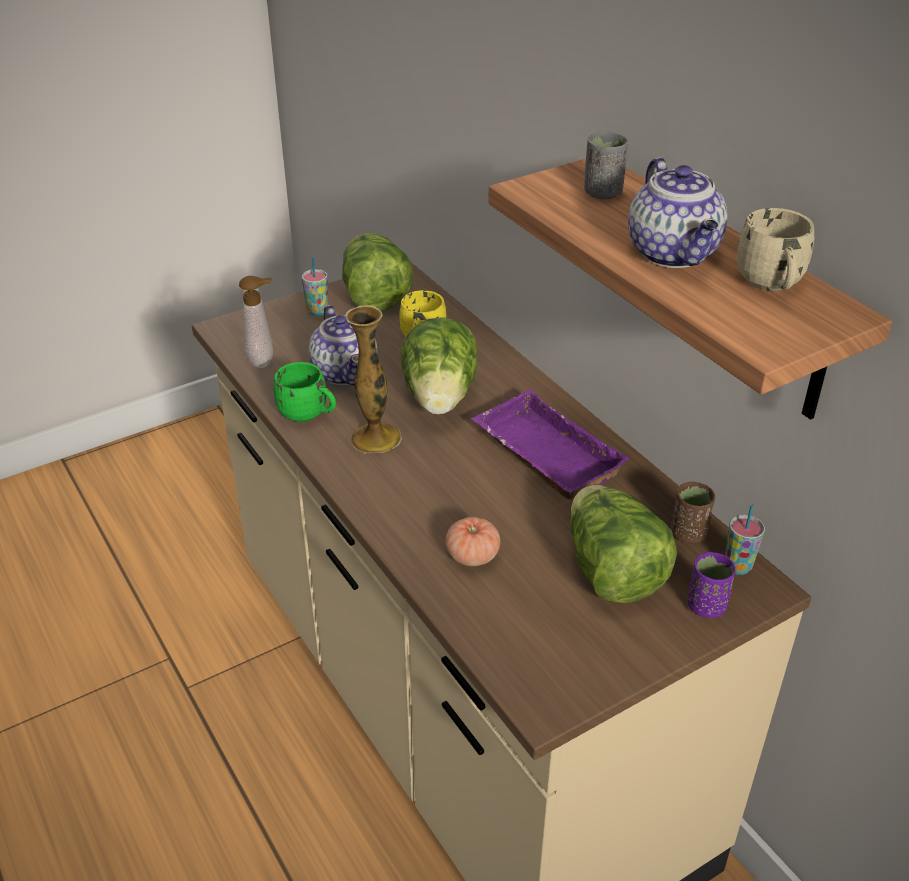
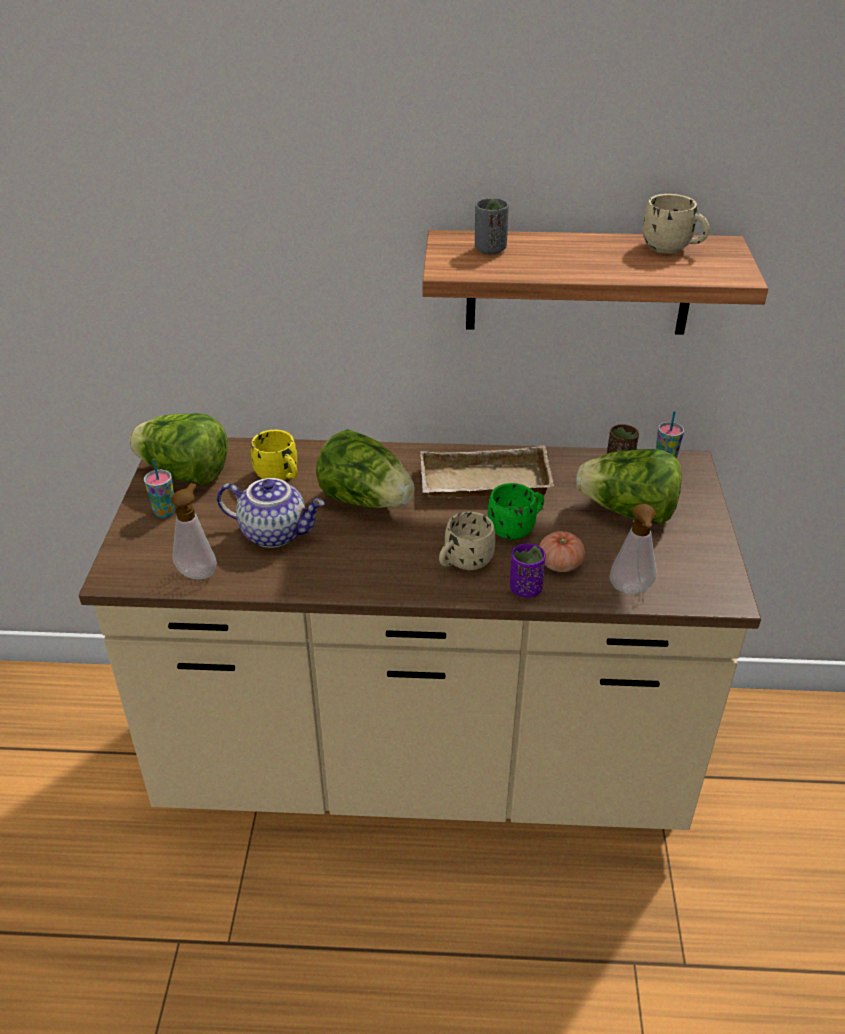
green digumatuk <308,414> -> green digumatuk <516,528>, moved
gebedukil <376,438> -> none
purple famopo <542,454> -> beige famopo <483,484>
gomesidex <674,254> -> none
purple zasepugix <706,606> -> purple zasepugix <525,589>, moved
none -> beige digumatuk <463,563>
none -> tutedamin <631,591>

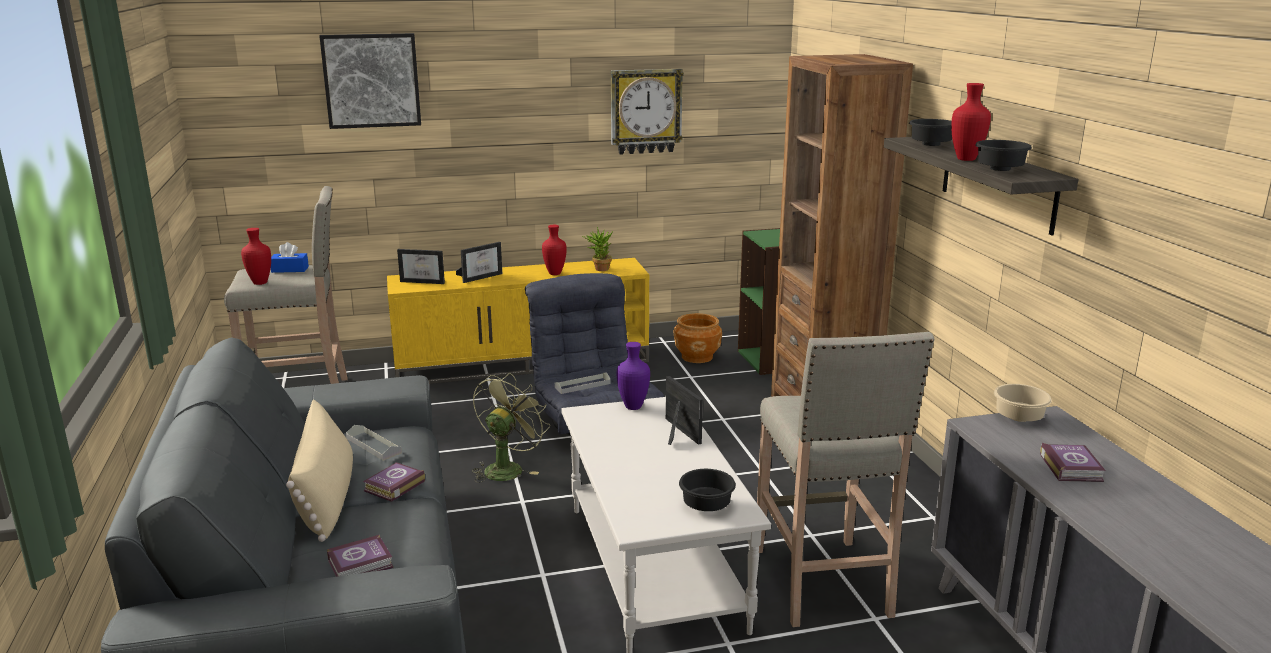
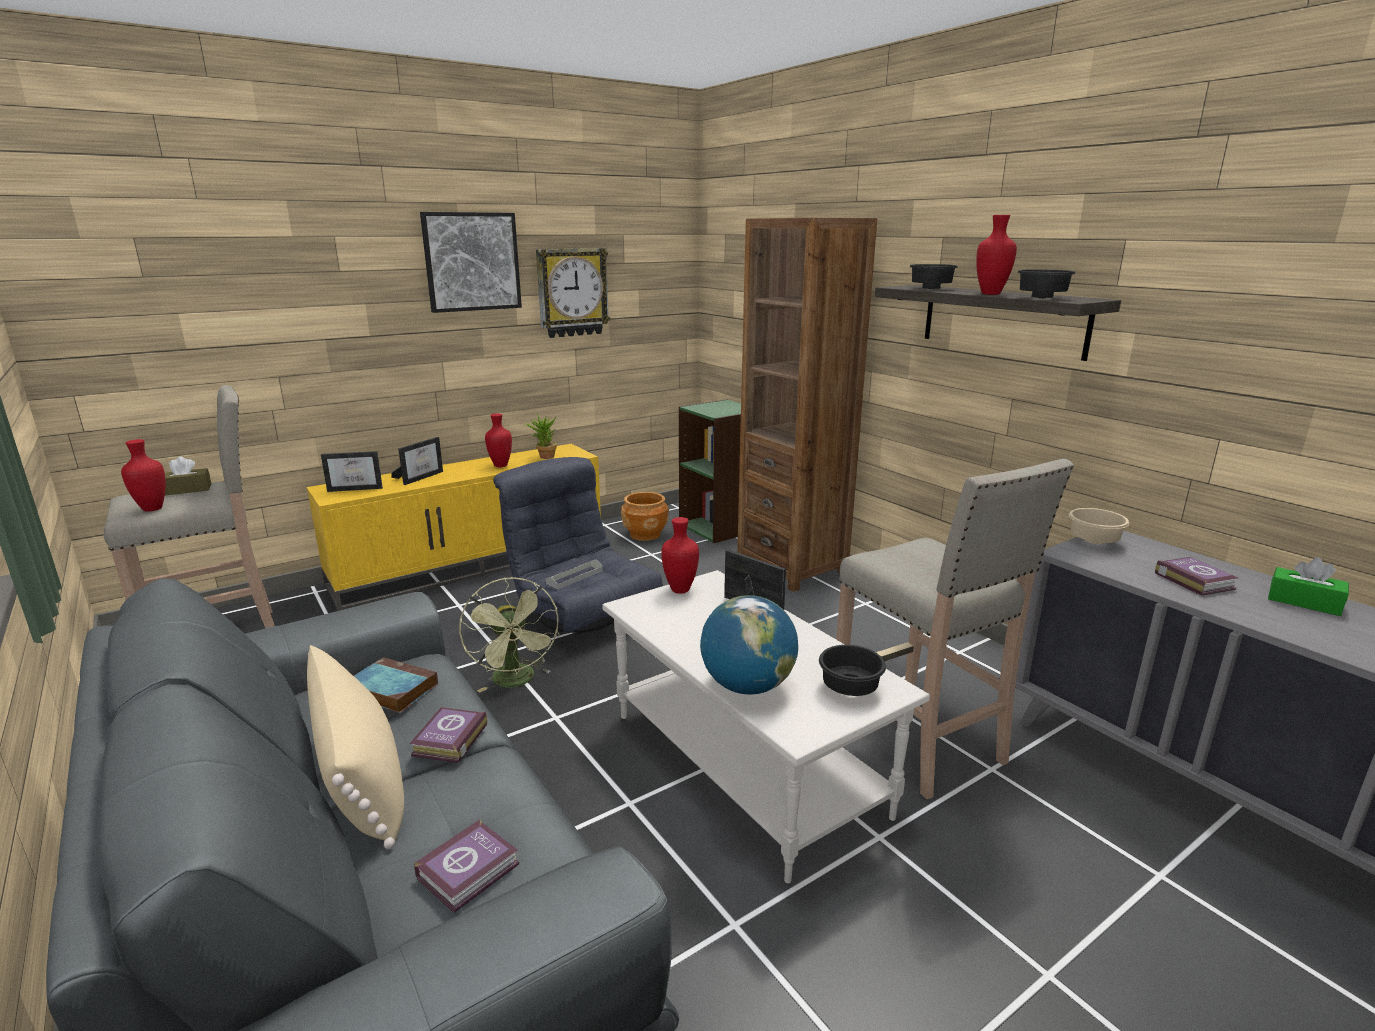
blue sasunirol <290,269> -> brown sasunirol <187,490>
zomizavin <371,80> -> zomizavin <472,262>, moved
grey famopo <373,445> -> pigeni <390,690>
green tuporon <507,468> -> green tuporon <517,681>, 150 degrees clockwise
purple gebedukil <632,407> -> red gebedukil <679,590>
none -> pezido <747,686>
none -> green sasunirol <1304,602>

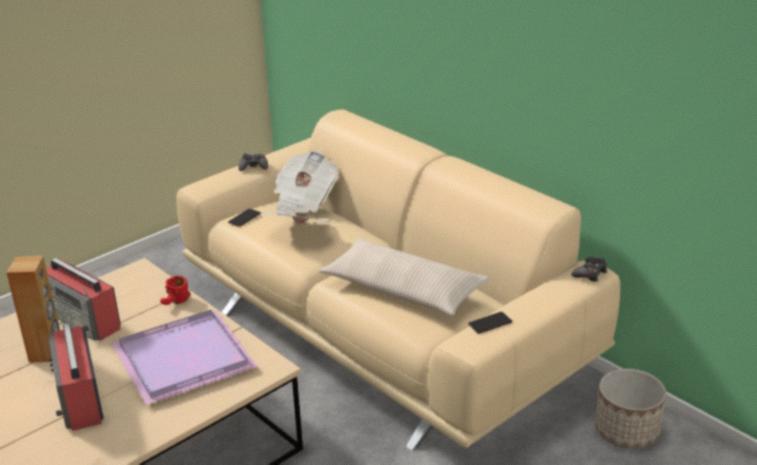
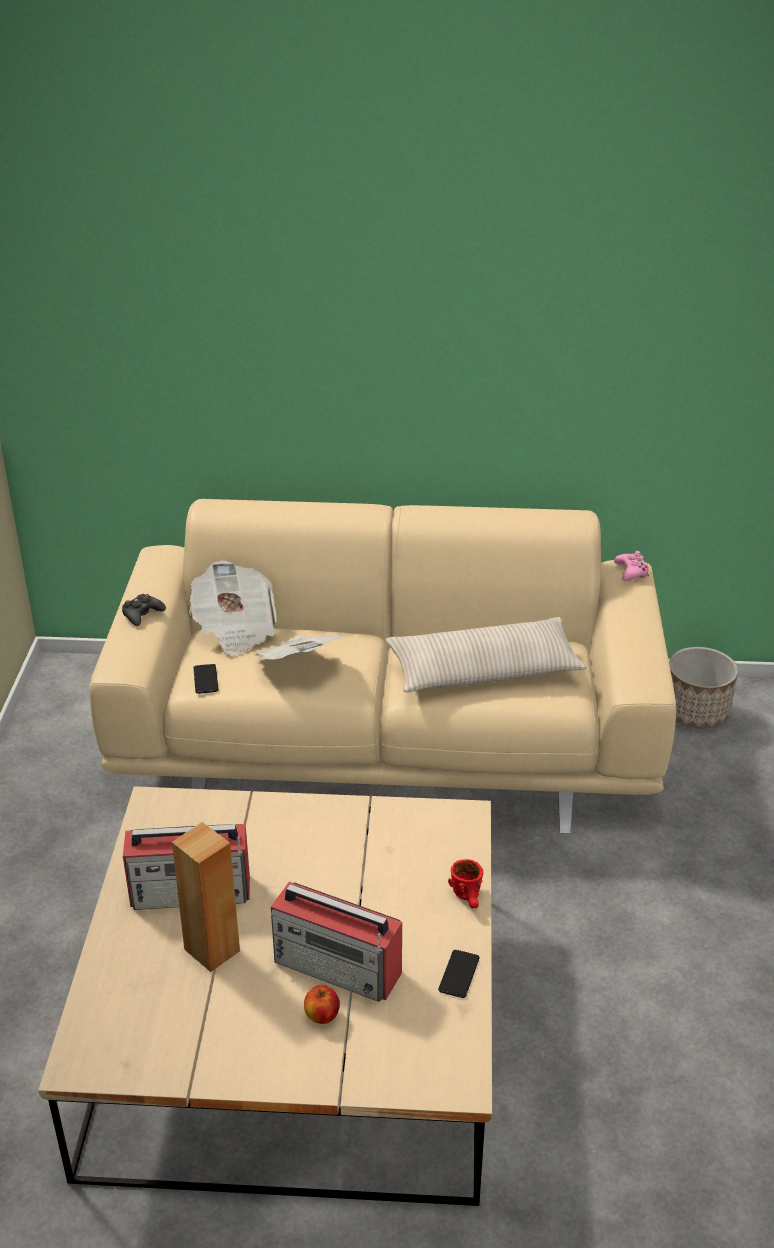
purple famopo <182,361> -> none
red digumatuk <176,303> -> red digumatuk <470,898>, moved
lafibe <490,323> -> lafibe <459,974>, moved
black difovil <590,273> -> pink difovil <631,572>
none -> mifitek <322,1016>

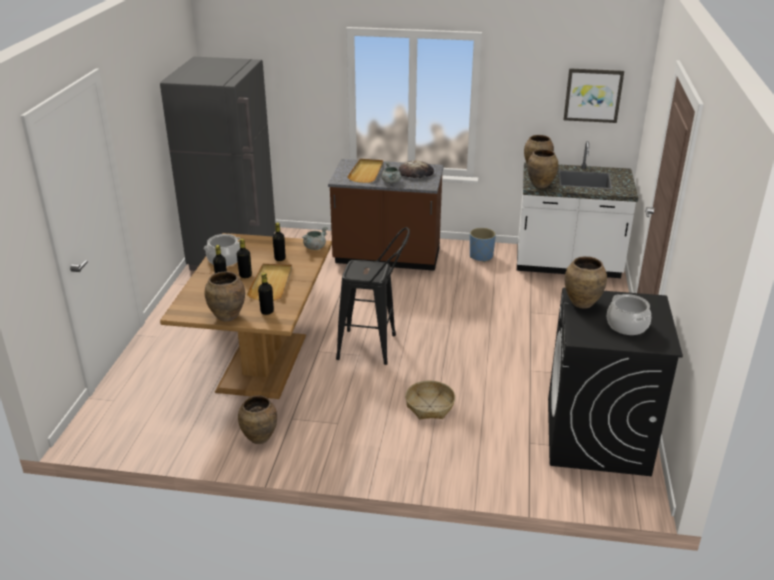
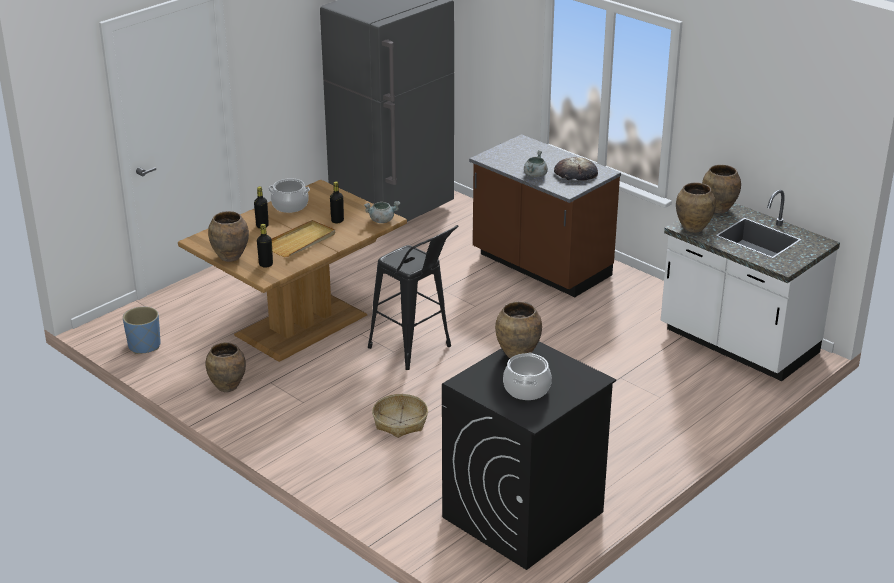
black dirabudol <245,275> -> none
beige famopo <366,172> -> none
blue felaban <481,256> -> blue felaban <144,346>, moved
zomizavin <593,95> -> none

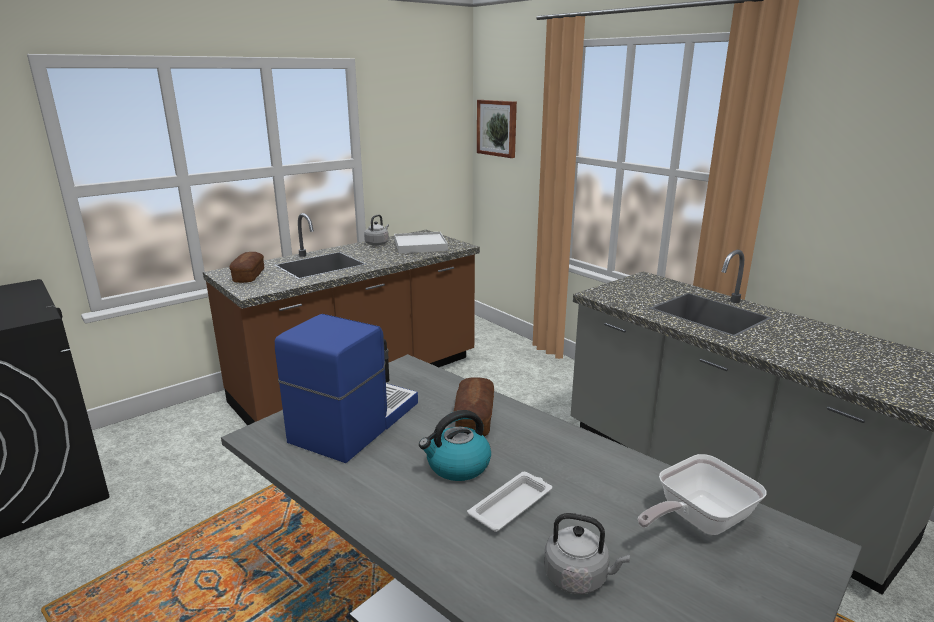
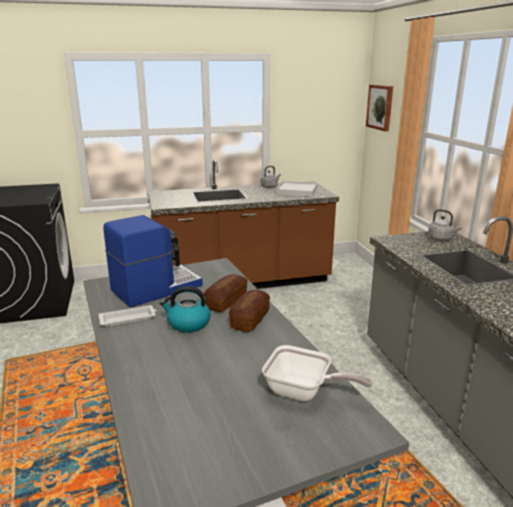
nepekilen <249,276> -> nepekilen <250,319>, moved
white famopo <512,505> -> white famopo <128,319>, moved
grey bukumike <579,577> -> grey bukumike <441,239>, moved
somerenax <697,520> -> somerenax <303,392>, 150 degrees counterclockwise

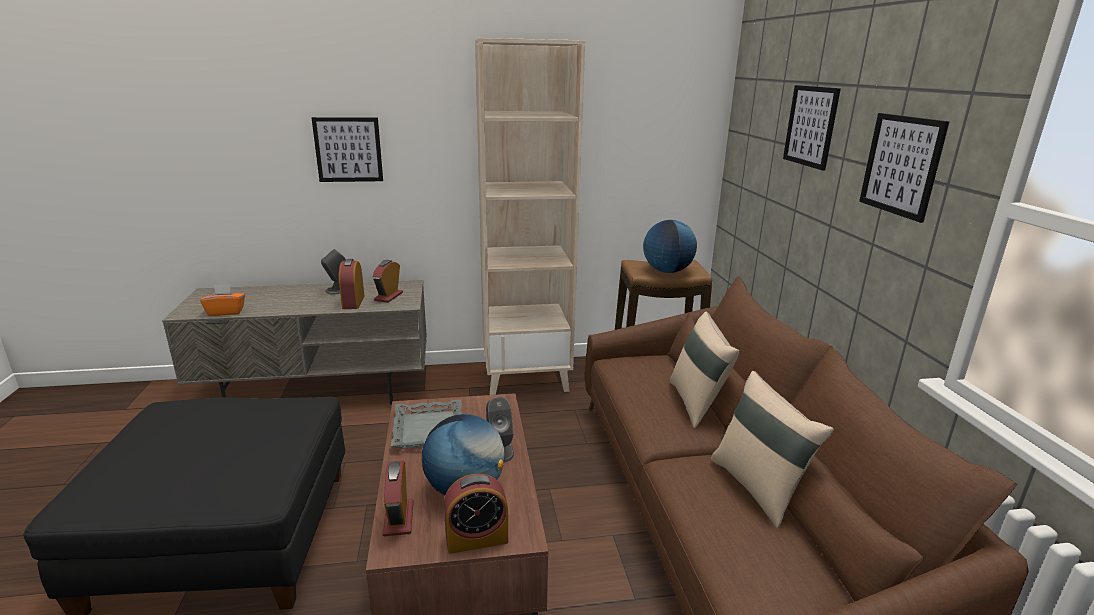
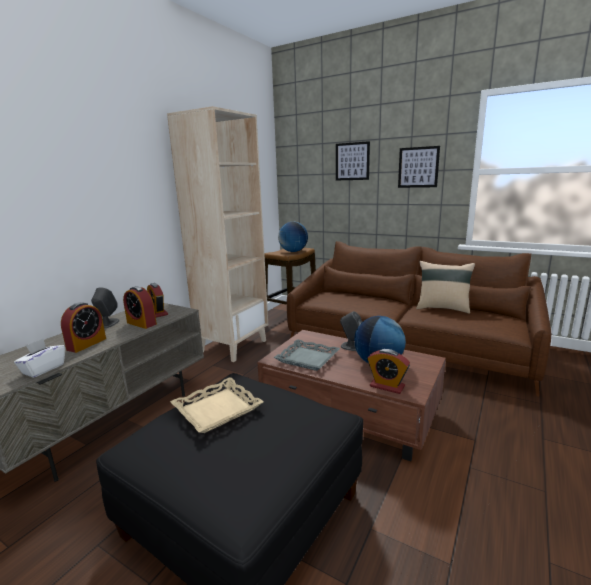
orange sasunirol <226,312> -> white sasunirol <43,369>
zomizavin <348,149> -> none
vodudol <477,539> -> vodudol <86,344>, moved
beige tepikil <697,403> -> none
none -> beige famopo <217,409>

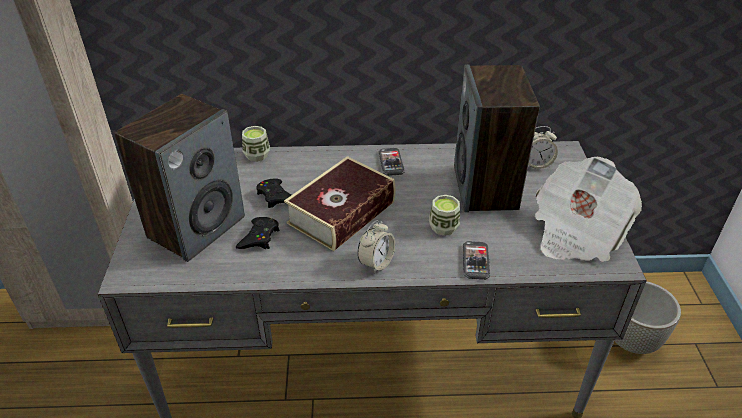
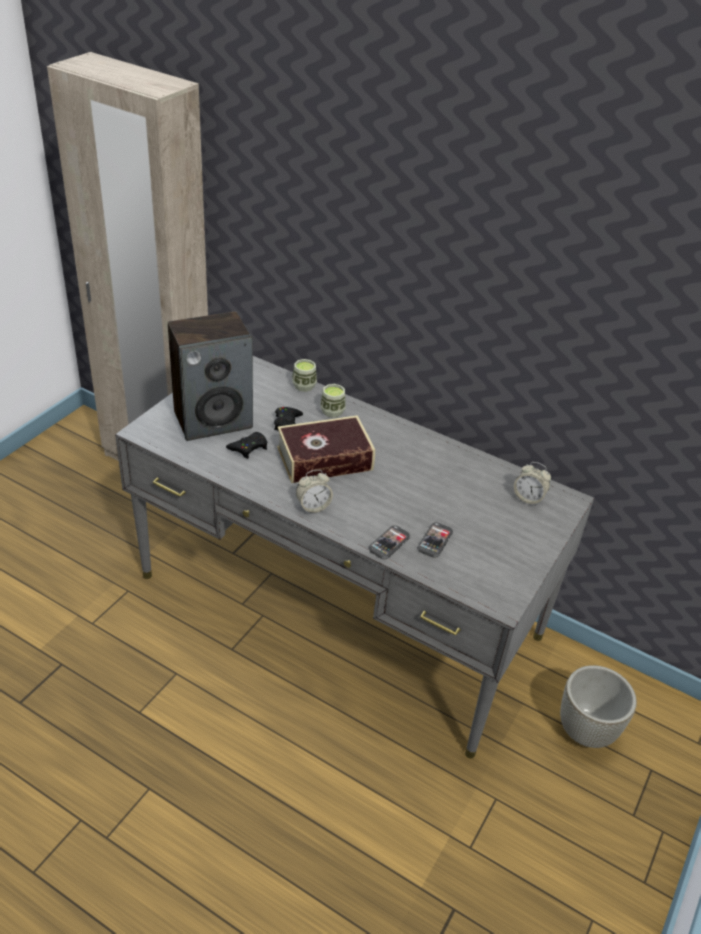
lafibe <391,163> -> lafibe <434,541>, moved
zasepugix <443,227> -> zasepugix <332,411>, moved
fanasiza <485,188> -> none
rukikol <576,231> -> none

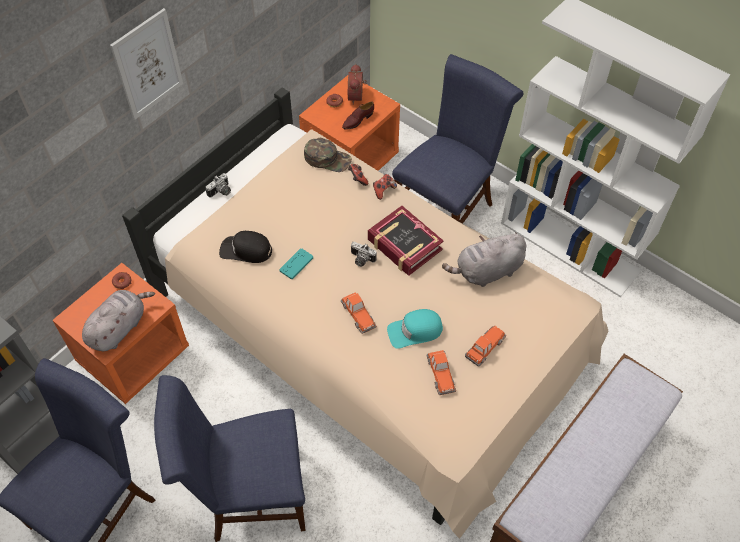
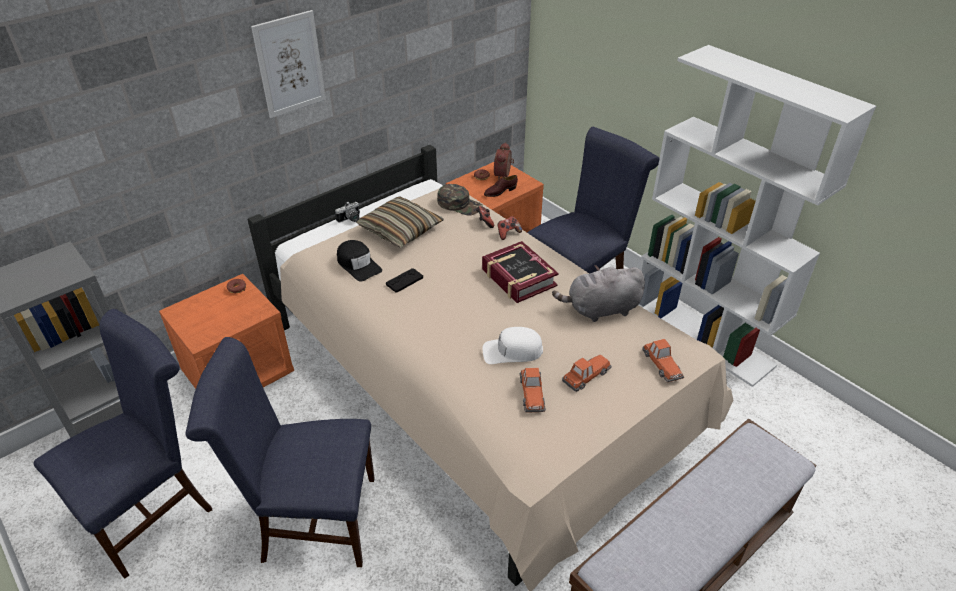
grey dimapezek <119,328> -> none
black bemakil <246,250> -> black bemakil <358,265>, 150 degrees counterclockwise
turquoise difovil <296,264> -> black difovil <404,281>
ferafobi <358,314> -> ferafobi <661,364>, moved
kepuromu <361,260> -> none
turquoise bemakil <415,331> -> white bemakil <512,351>
none -> tepikil <400,230>

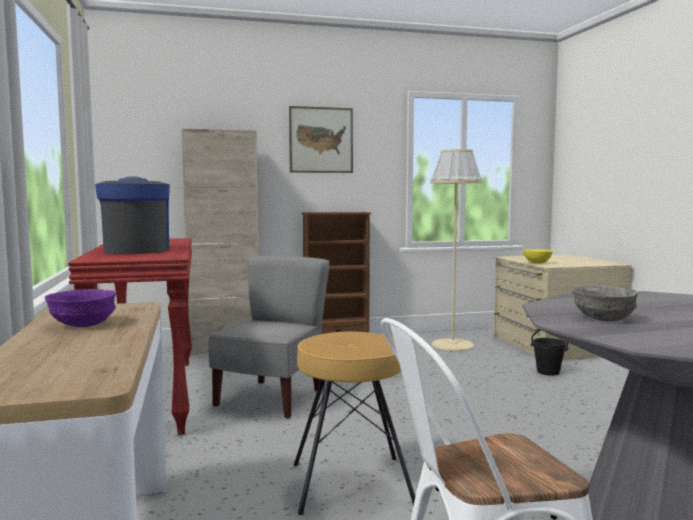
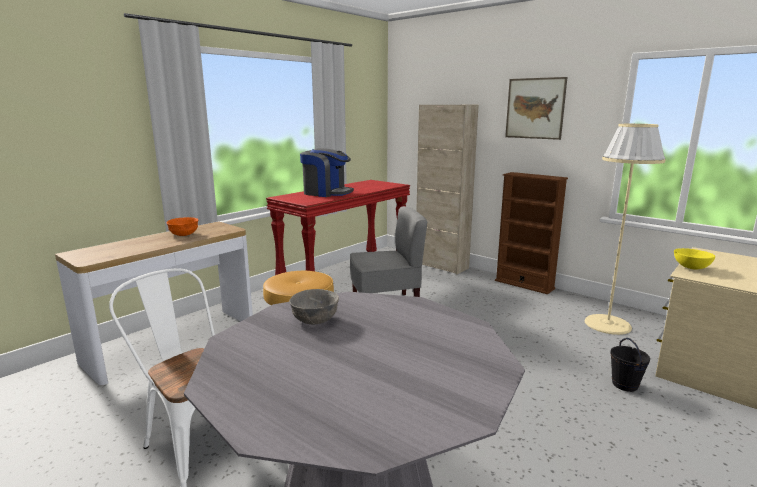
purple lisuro <83,324> -> orange lisuro <184,234>
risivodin <136,250> -> risivodin <326,193>, 75 degrees clockwise

